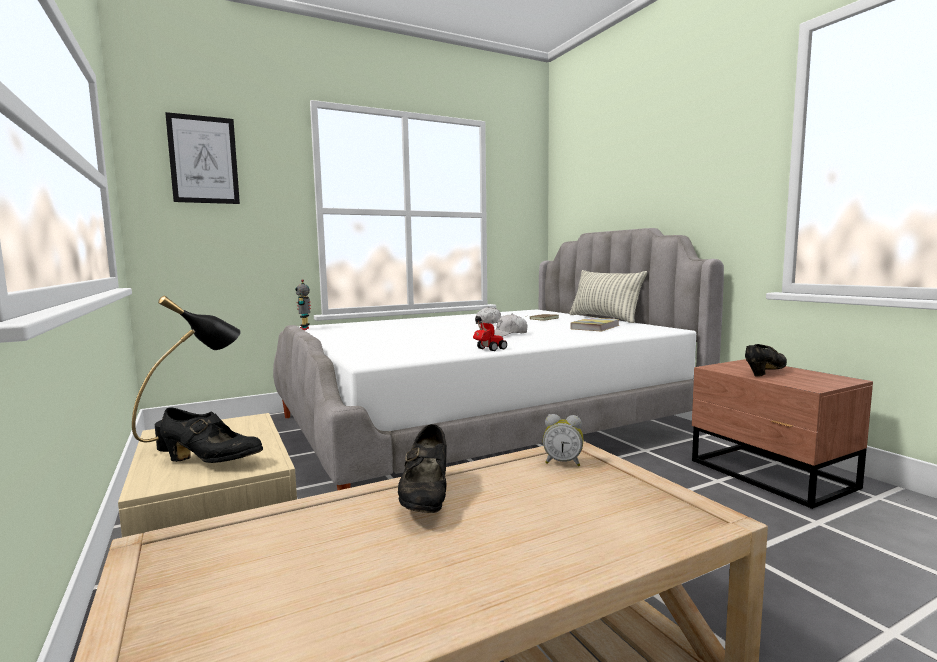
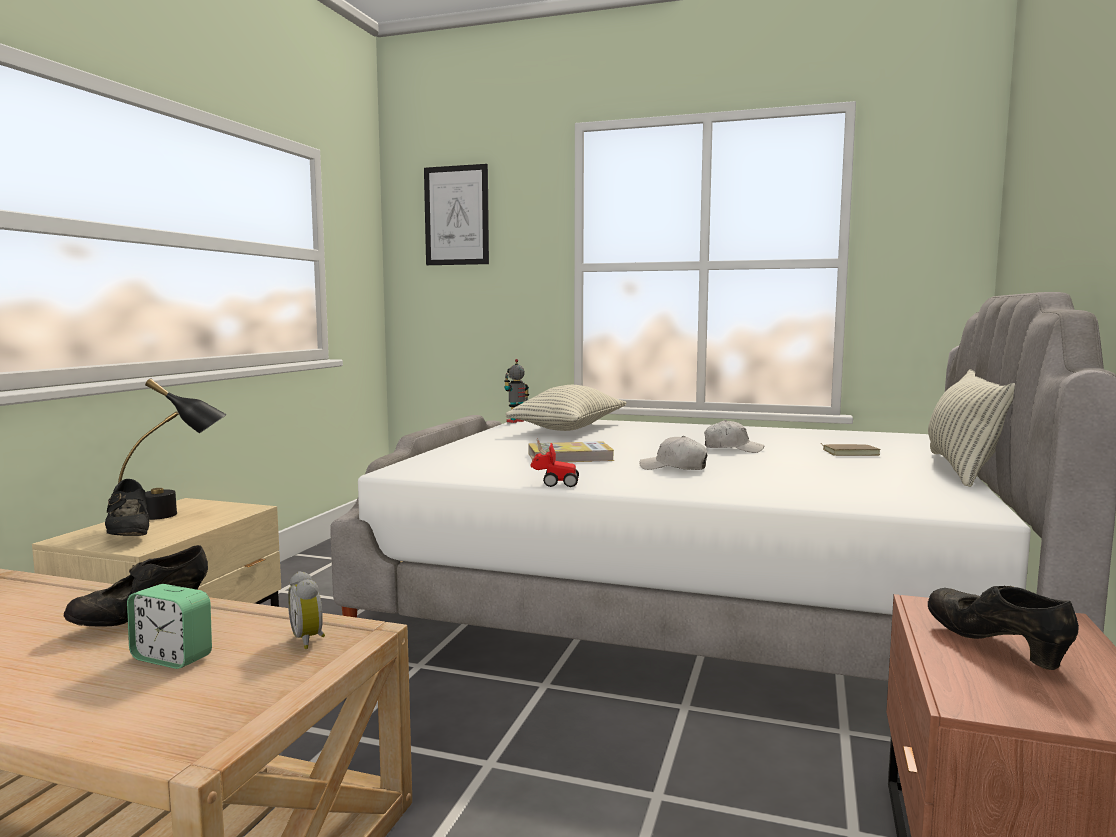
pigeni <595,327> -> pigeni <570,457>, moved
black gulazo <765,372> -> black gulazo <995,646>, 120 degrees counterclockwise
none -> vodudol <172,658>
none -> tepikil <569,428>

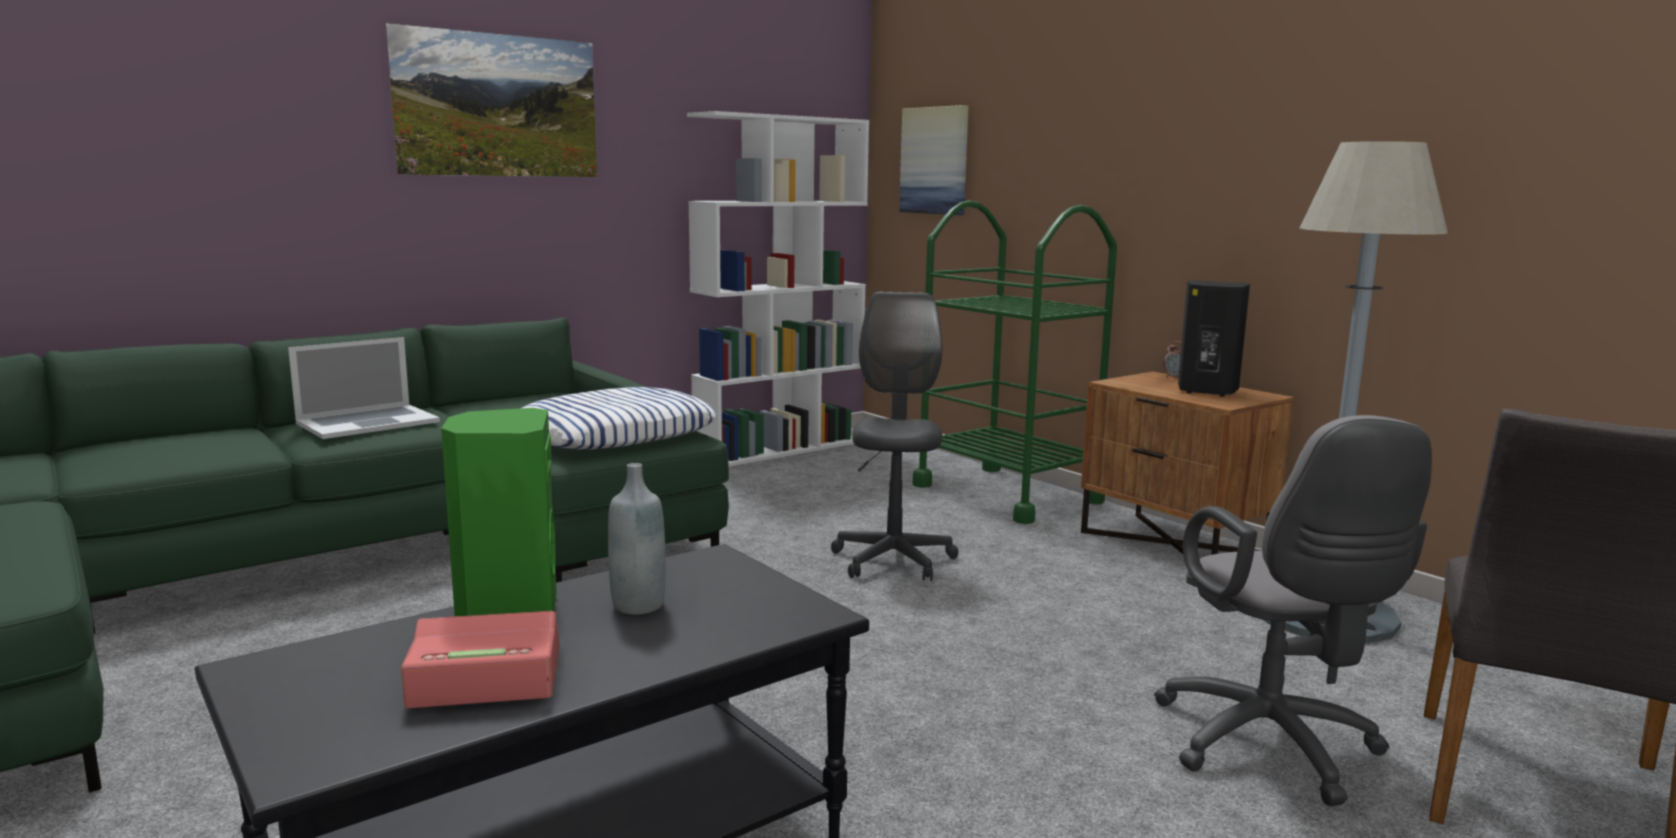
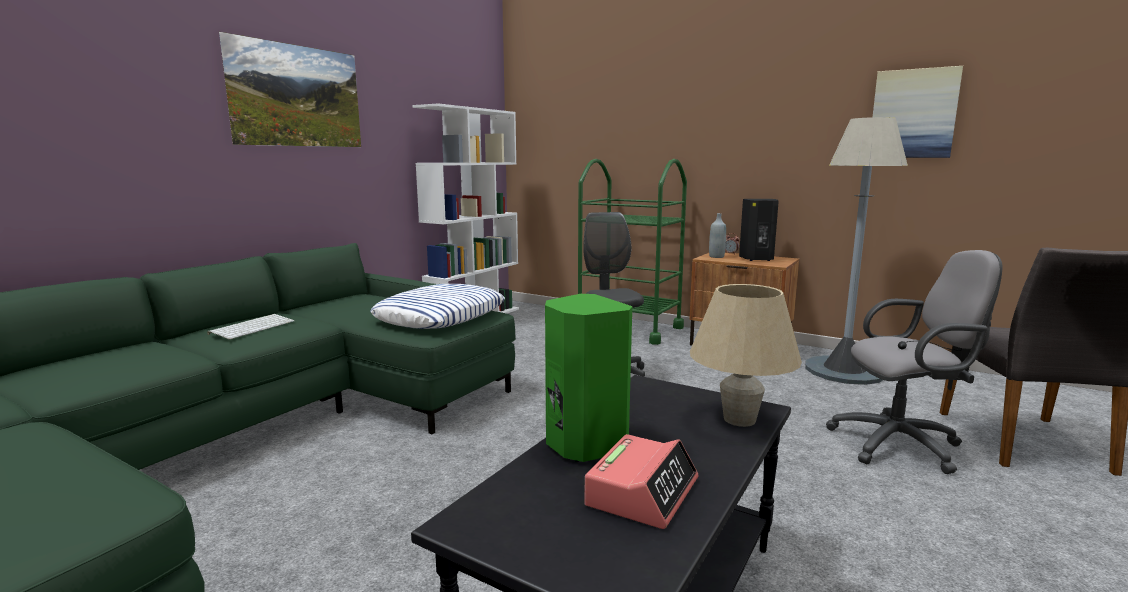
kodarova <367,422> -> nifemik <253,327>
vodudol <485,678> -> vodudol <642,492>, 150 degrees clockwise
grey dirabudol <638,605> -> grey dirabudol <716,256>, moved
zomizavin <935,160> -> zomizavin <913,114>, moved
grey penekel <1272,749> -> grey penekel <902,445>, 60 degrees counterclockwise
none -> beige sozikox <739,419>

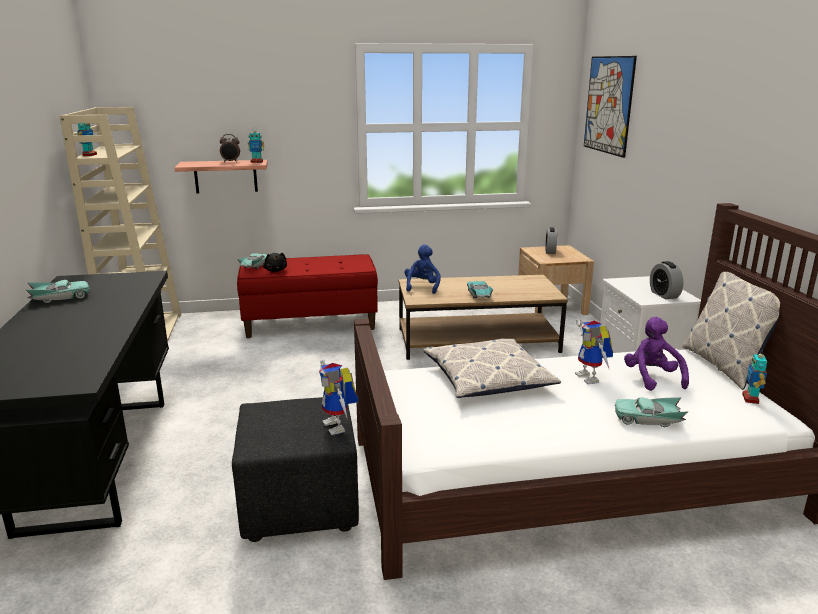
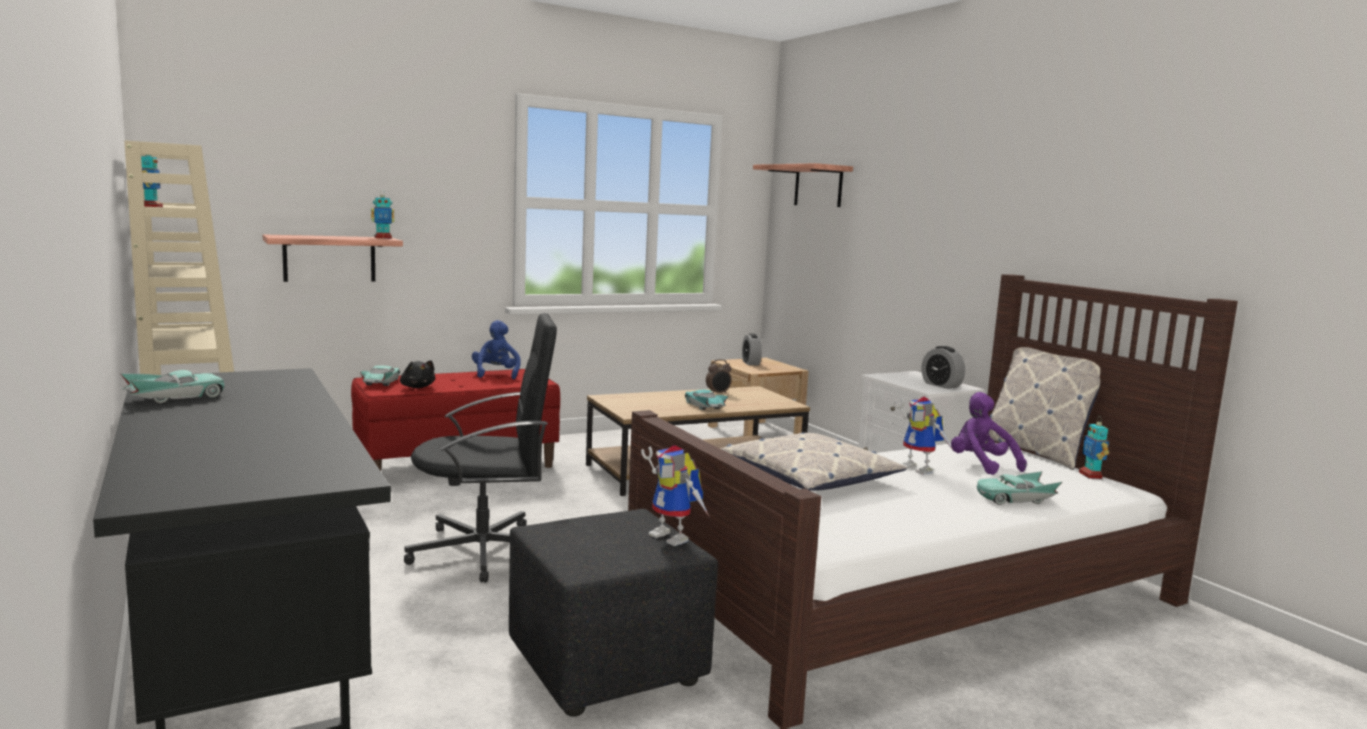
vodudol <231,162> -> vodudol <718,393>, moved
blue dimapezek <422,287> -> blue dimapezek <496,374>, moved
zomizavin <608,105> -> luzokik <818,186>
none -> black penekel <485,551>

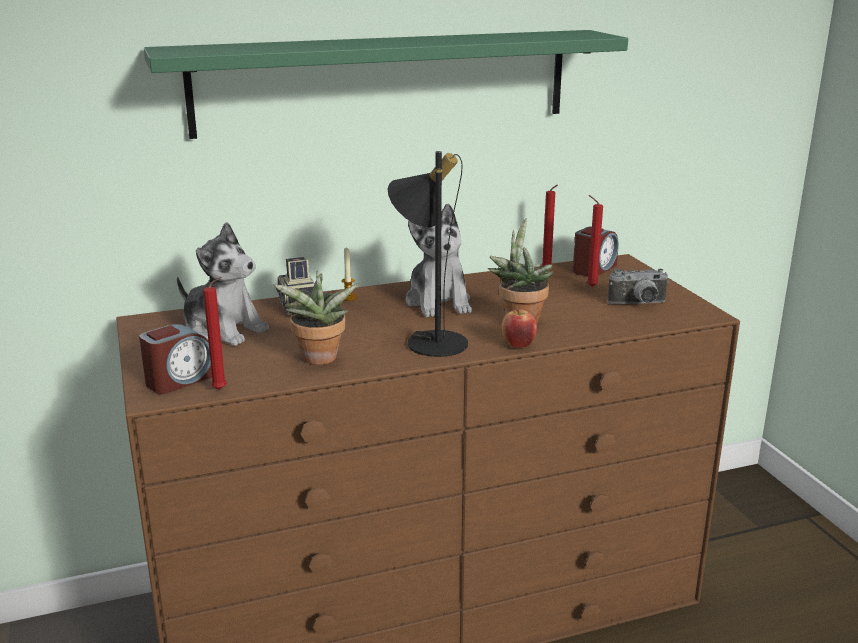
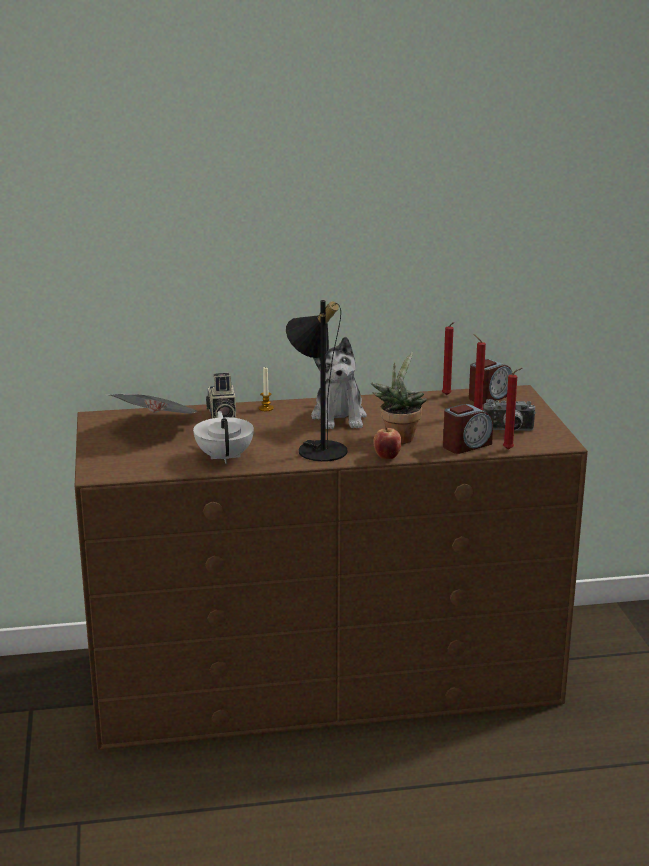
vodudol <179,380> -> vodudol <466,445>, moved
green luzokik <384,82> -> none
dimapezek <223,329> -> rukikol <158,428>
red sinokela <222,389> -> red sinokela <510,449>, moved
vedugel <319,360> -> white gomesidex <225,457>

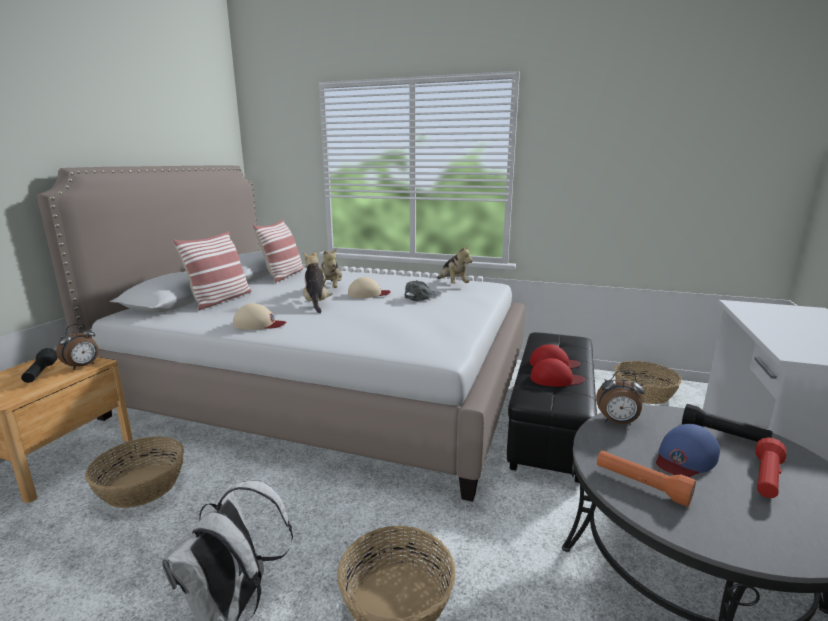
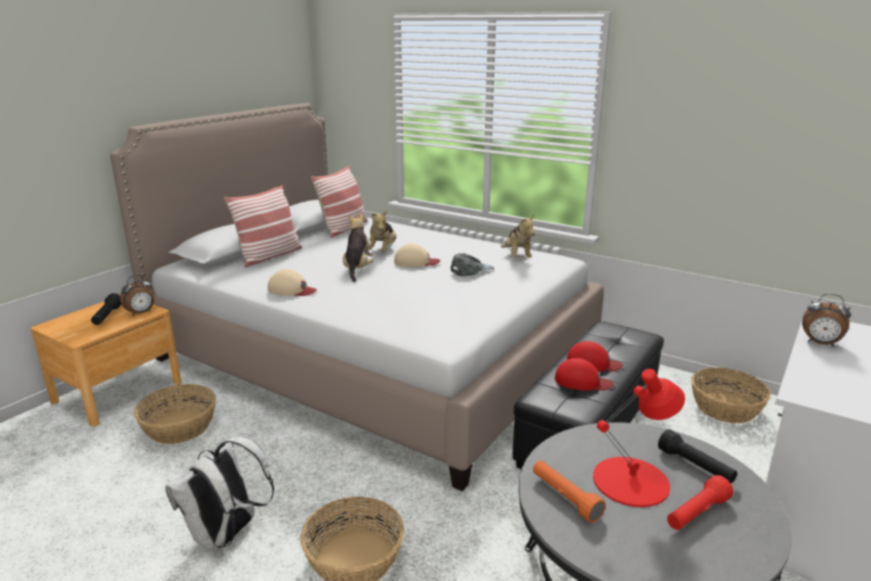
vodudol <617,422> -> vodudol <820,343>, moved
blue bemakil <685,458> -> red sozikox <632,481>

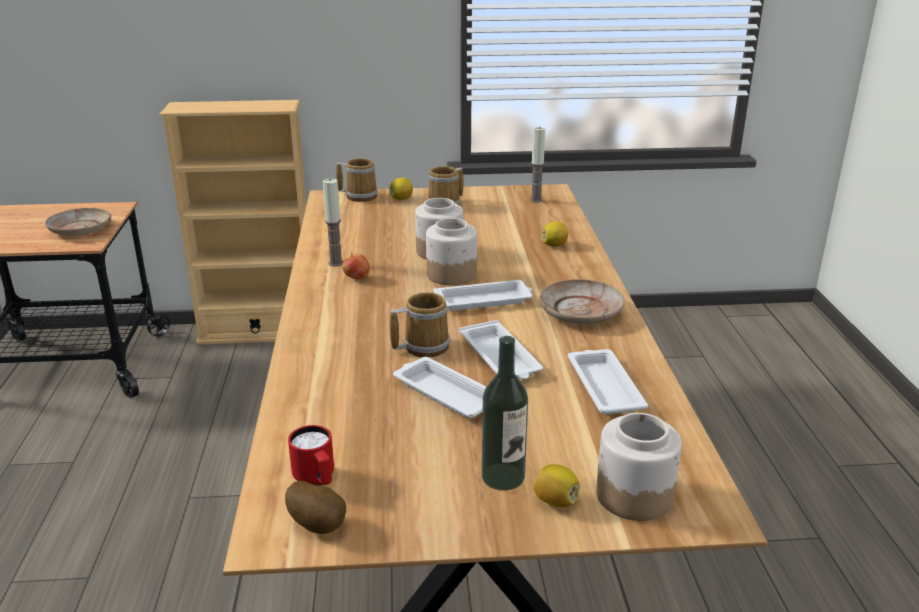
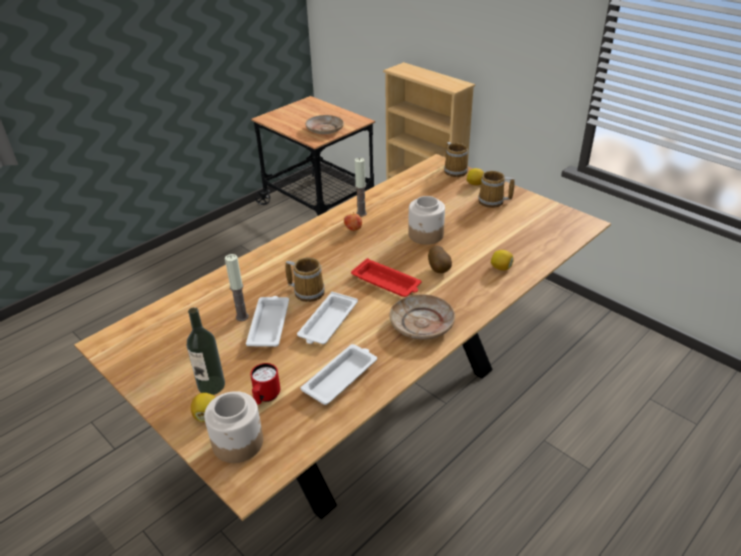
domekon <319,525> -> domekon <439,269>, moved
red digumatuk <316,481> -> red digumatuk <265,397>, moved
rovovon <451,275> -> none
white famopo <484,300> -> red famopo <387,282>
sinokela <536,200> -> sinokela <242,317>, moved

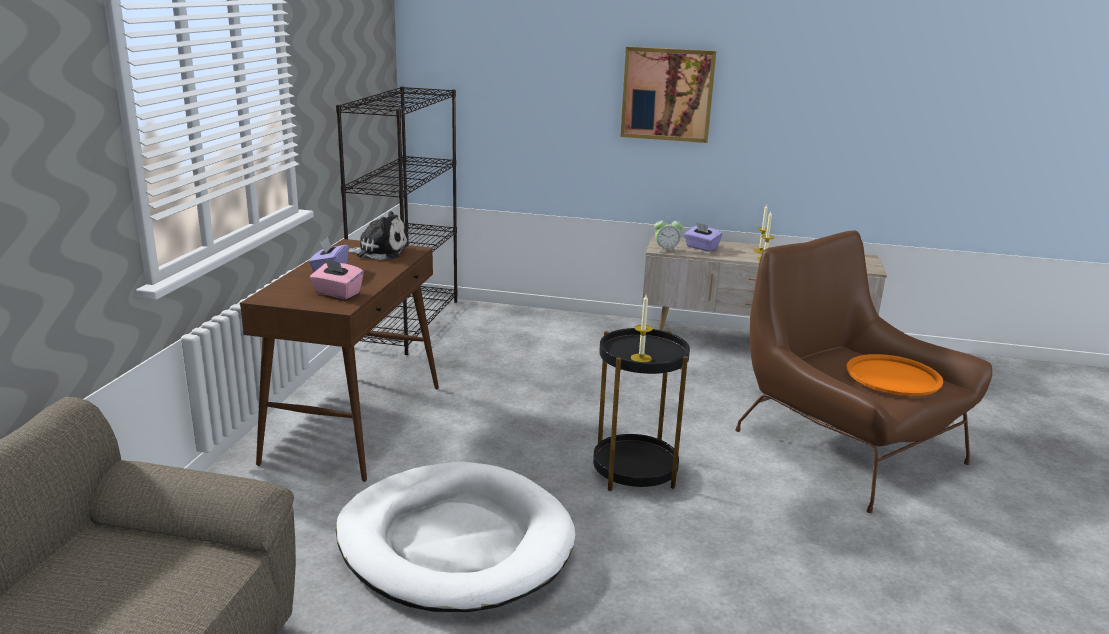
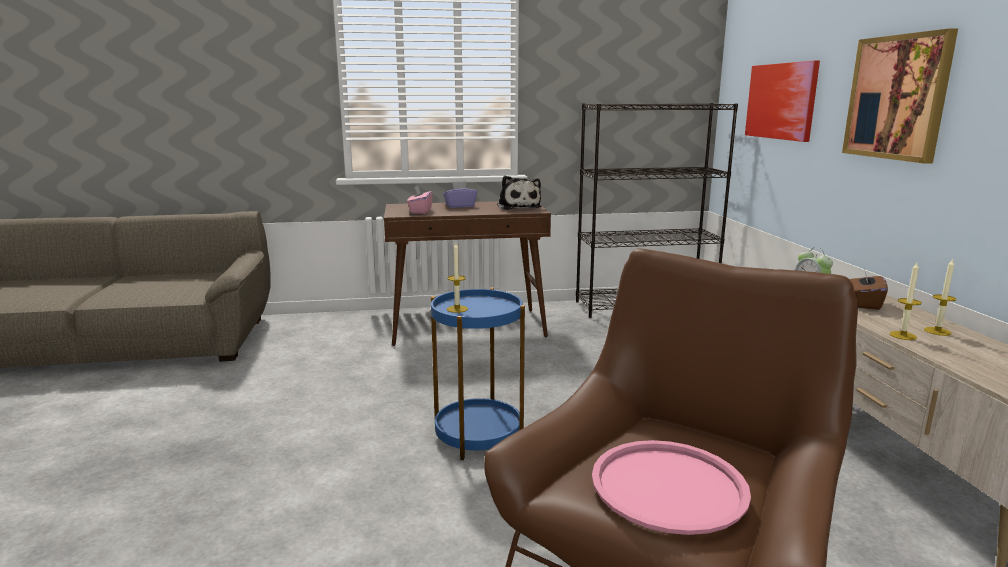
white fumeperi <455,543> -> none
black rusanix <634,471> -> blue rusanix <478,435>
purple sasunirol <701,247> -> brown sasunirol <864,303>
orange famopo <893,376> -> pink famopo <669,487>
none -> zomizavin <781,101>

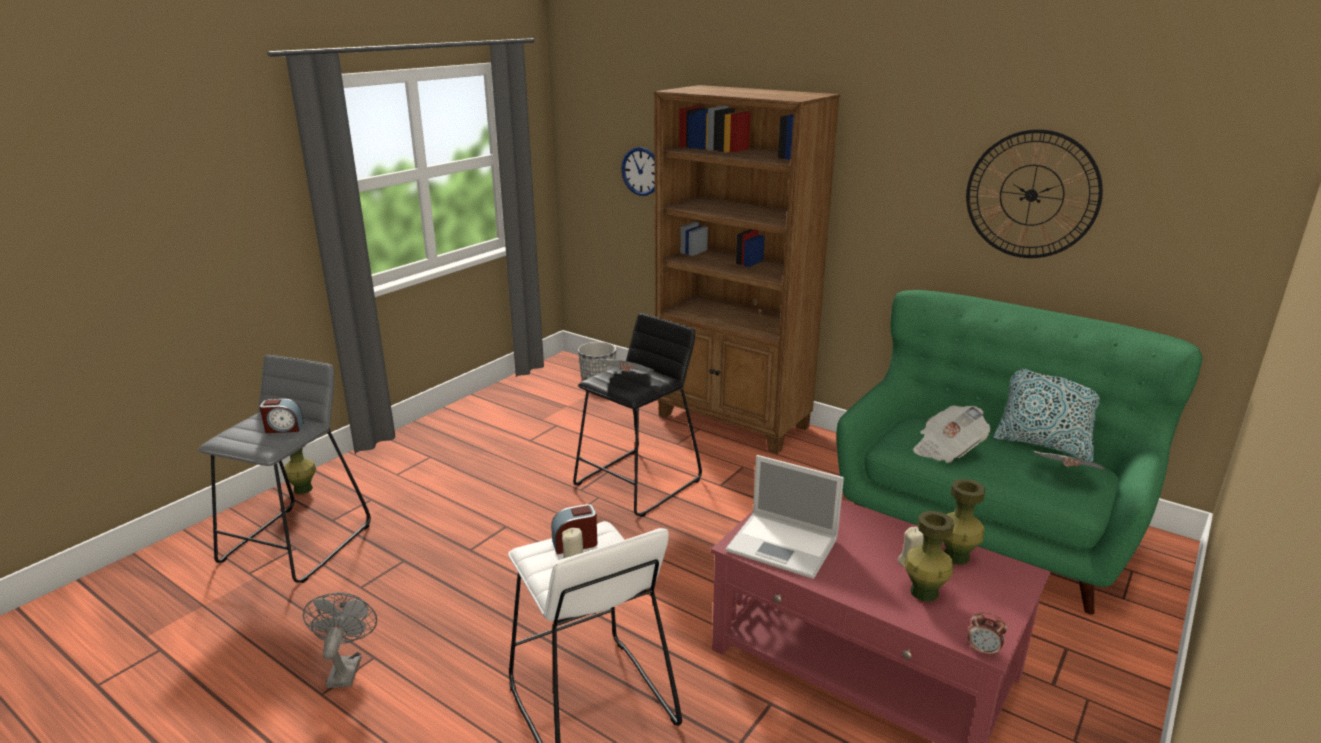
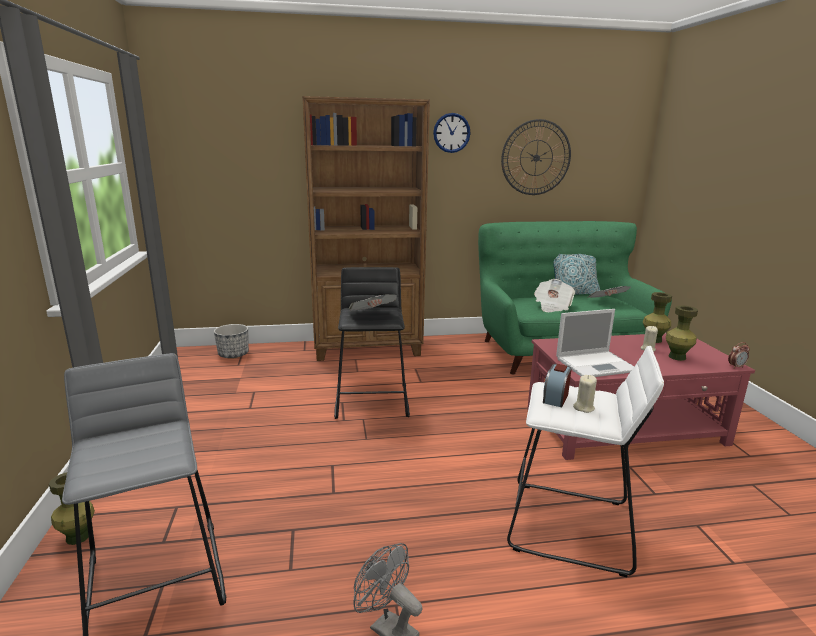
vodudol <284,428> -> none
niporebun <641,171> -> niporebun <451,133>, moved

